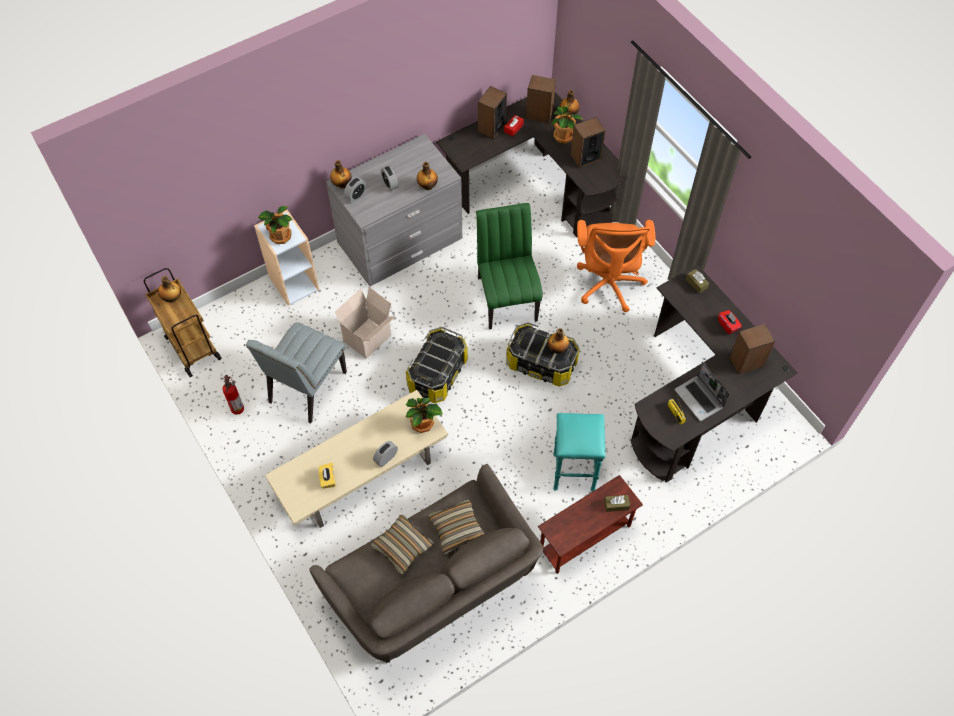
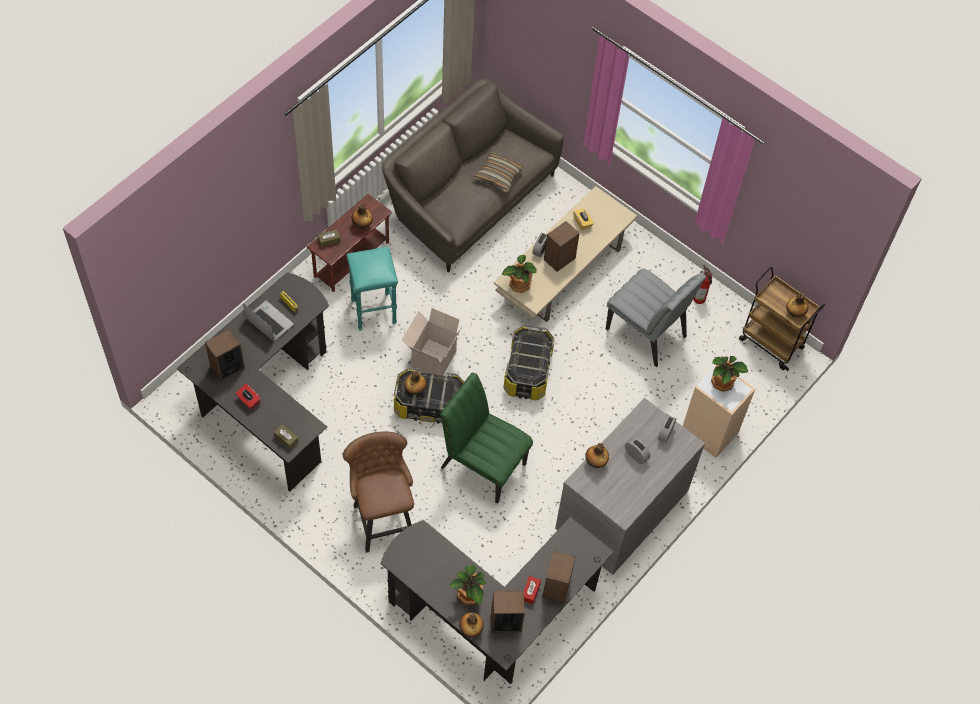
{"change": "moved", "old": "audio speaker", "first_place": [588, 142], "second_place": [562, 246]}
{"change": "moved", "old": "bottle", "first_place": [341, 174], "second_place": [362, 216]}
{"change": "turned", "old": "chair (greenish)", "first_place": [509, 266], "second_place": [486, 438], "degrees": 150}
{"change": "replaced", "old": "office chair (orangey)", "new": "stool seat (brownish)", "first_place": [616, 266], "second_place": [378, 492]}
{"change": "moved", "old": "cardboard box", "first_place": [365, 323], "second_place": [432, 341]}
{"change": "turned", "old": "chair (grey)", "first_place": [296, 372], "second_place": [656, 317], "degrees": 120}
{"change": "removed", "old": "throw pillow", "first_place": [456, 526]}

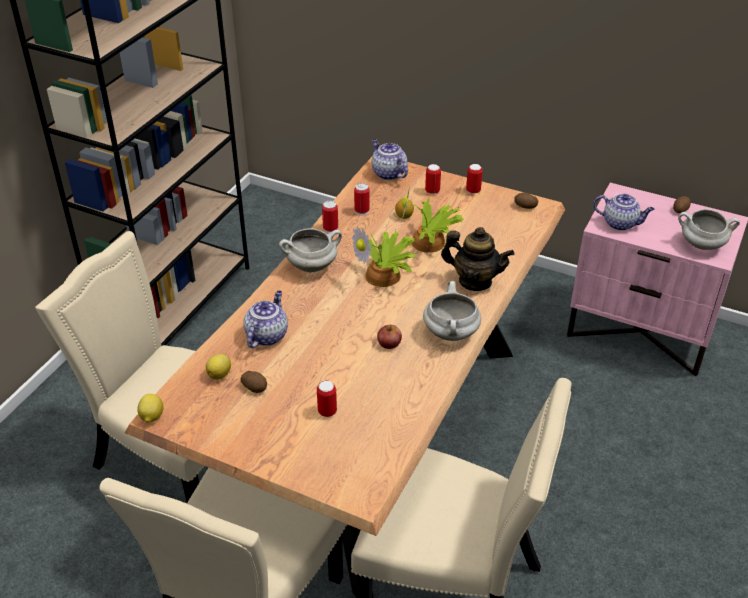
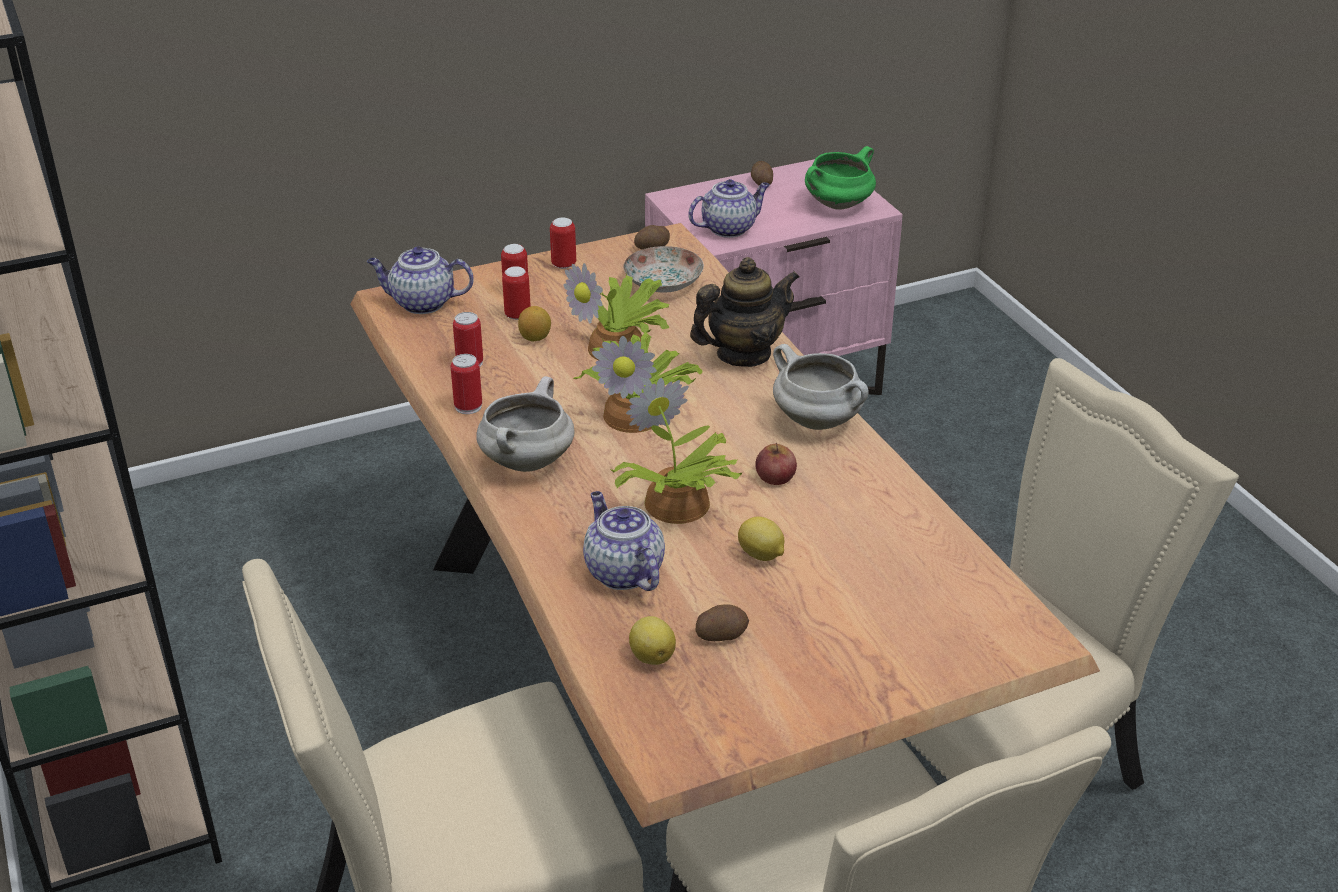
{"change": "recoloured", "old": "cooking pot (white)", "new": "cooking pot (greenish)", "first_place": [709, 229], "second_place": [840, 178]}
{"change": "moved", "old": "metal can", "first_place": [327, 399], "second_place": [516, 293]}
{"change": "moved", "old": "lemon", "first_place": [150, 408], "second_place": [761, 538]}
{"change": "added", "new": "dinner plate", "second_place": [663, 269]}
{"change": "added", "new": "potted plant", "second_place": [676, 451]}

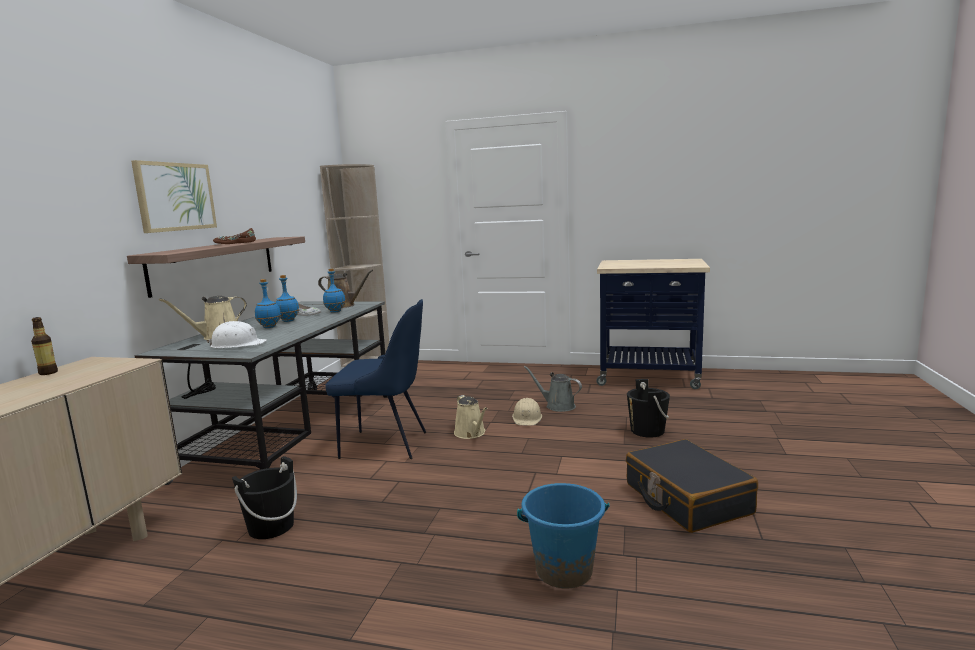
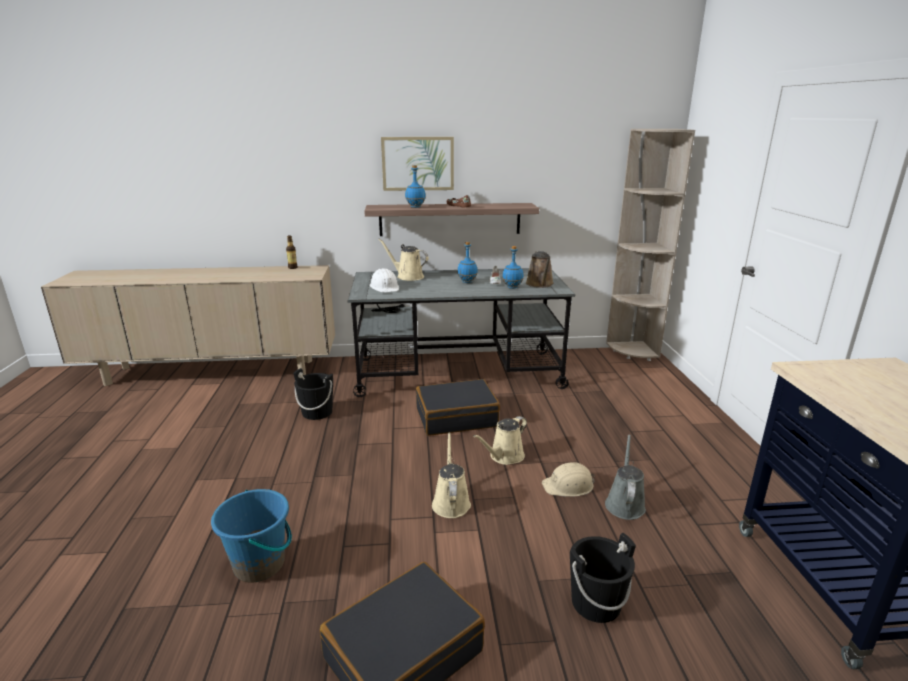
{"change": "moved", "old": "bottle (blue-coloured)", "first_place": [268, 303], "second_place": [415, 186]}
{"change": "replaced", "old": "chair (blue-coloured)", "new": "piece of luggage (black)", "first_place": [376, 379], "second_place": [458, 407]}
{"change": "added", "new": "sprinkling can (beige)", "second_place": [451, 475]}

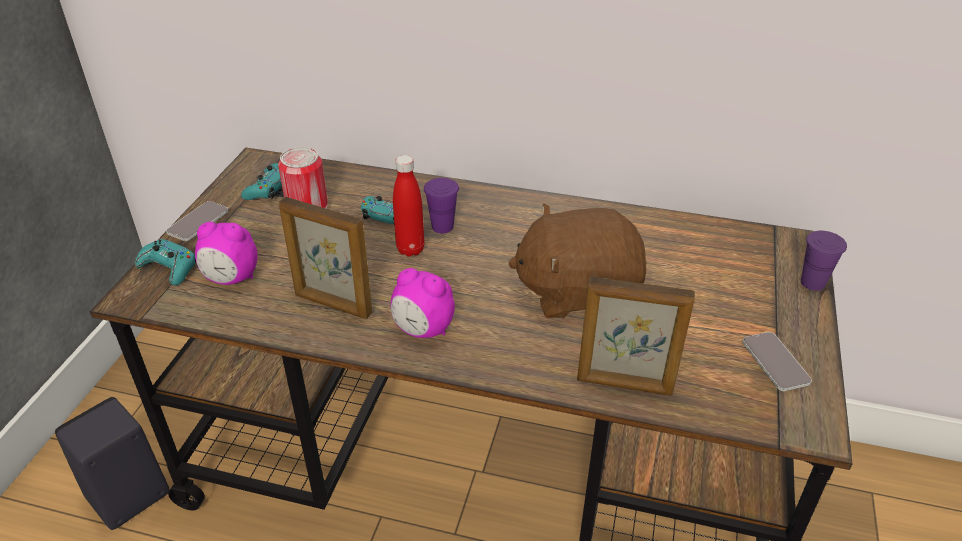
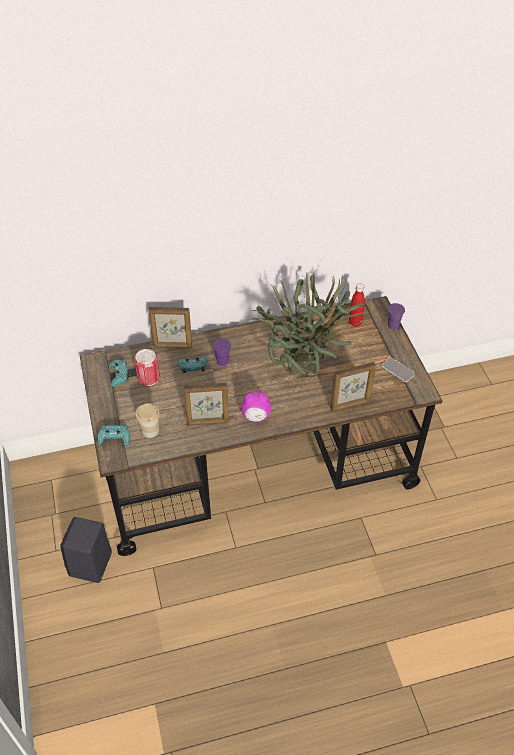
{"change": "moved", "old": "bottle (reddish)", "first_place": [409, 206], "second_place": [357, 305]}
{"change": "removed", "old": "handset", "first_place": [197, 221]}
{"change": "replaced", "old": "soft toy (brownish)", "new": "potted plant", "first_place": [577, 261], "second_place": [311, 324]}
{"change": "replaced", "old": "alarm clock", "new": "small cup", "first_place": [226, 253], "second_place": [148, 420]}
{"change": "added", "new": "photo frame", "second_place": [170, 327]}

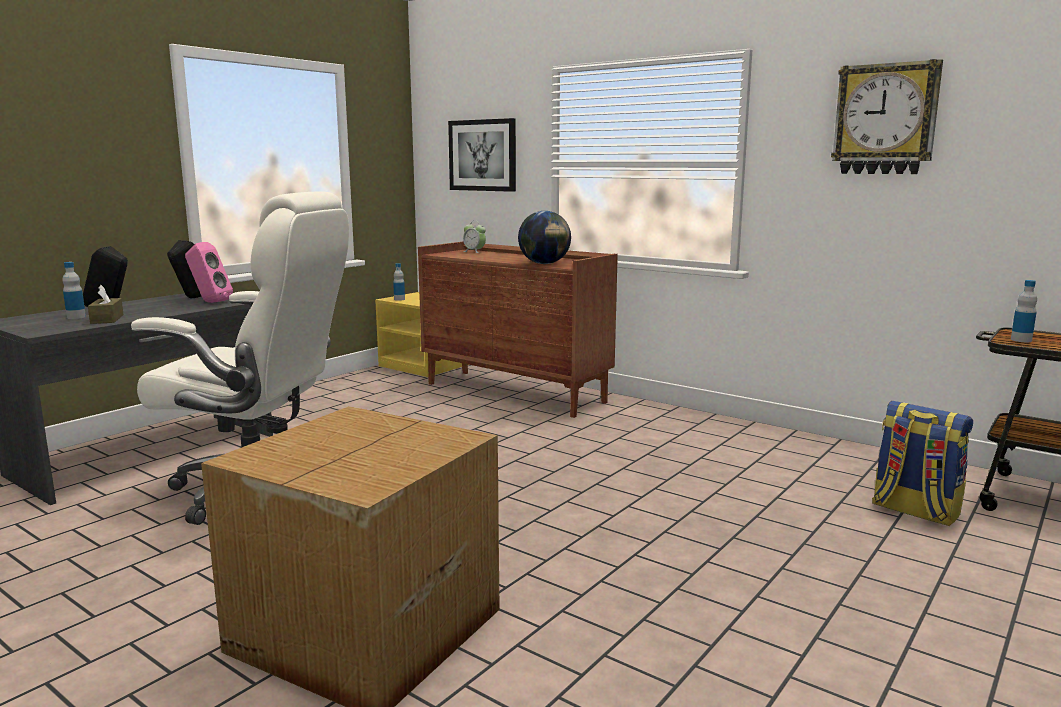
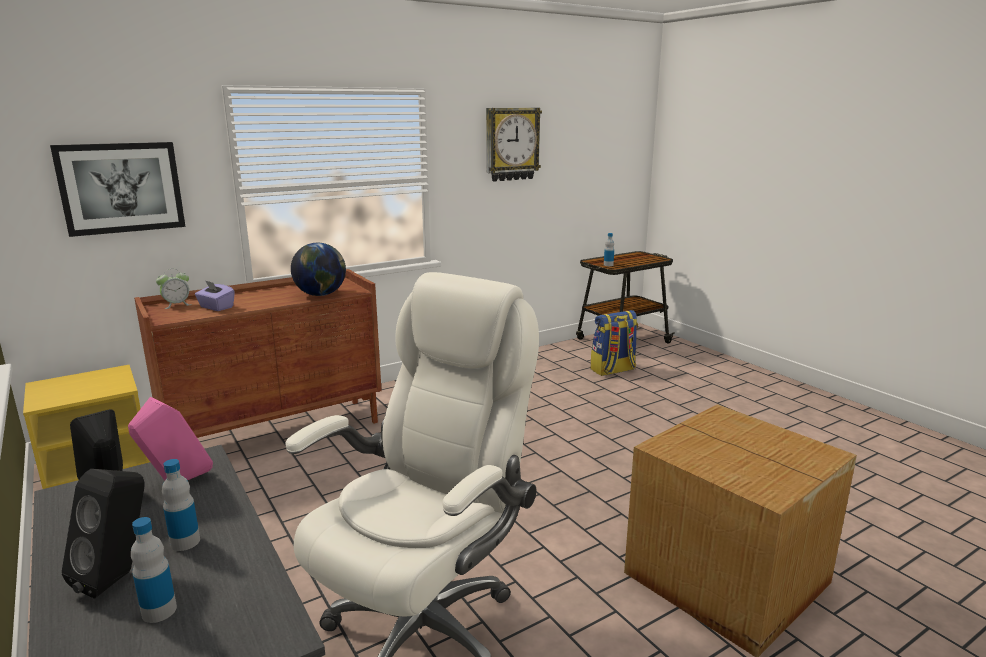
{"change": "moved", "old": "bottle", "first_place": [399, 282], "second_place": [181, 505]}
{"change": "removed", "old": "tissue box (brownish)", "first_place": [106, 304]}
{"change": "added", "new": "tissue box (purple-coloured)", "second_place": [215, 295]}

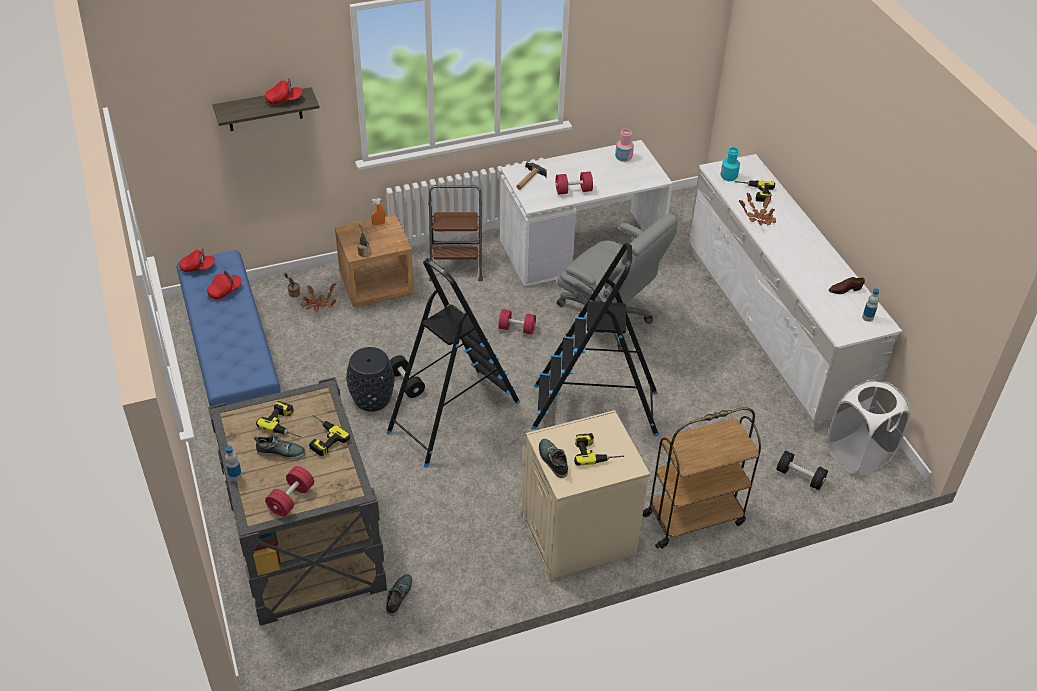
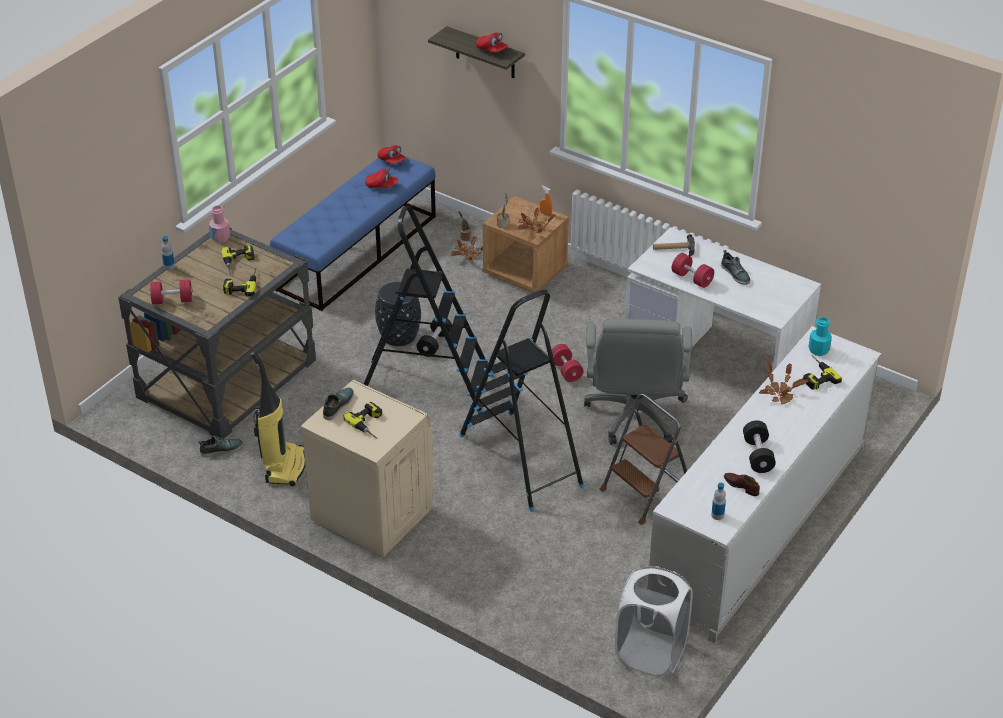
{"change": "moved", "old": "bottle (pink-coloured)", "first_place": [624, 145], "second_place": [219, 224]}
{"change": "moved", "old": "step ladder (brownish)", "first_place": [455, 233], "second_place": [643, 459]}
{"change": "removed", "old": "trolley (brownish)", "first_place": [702, 478]}
{"change": "moved", "old": "item of footwear", "first_place": [279, 447], "second_place": [735, 267]}
{"change": "moved", "old": "free weight (black)", "first_place": [802, 470], "second_place": [759, 446]}
{"change": "added", "new": "potted plant", "second_place": [537, 220]}
{"change": "added", "new": "hoover", "second_place": [277, 418]}

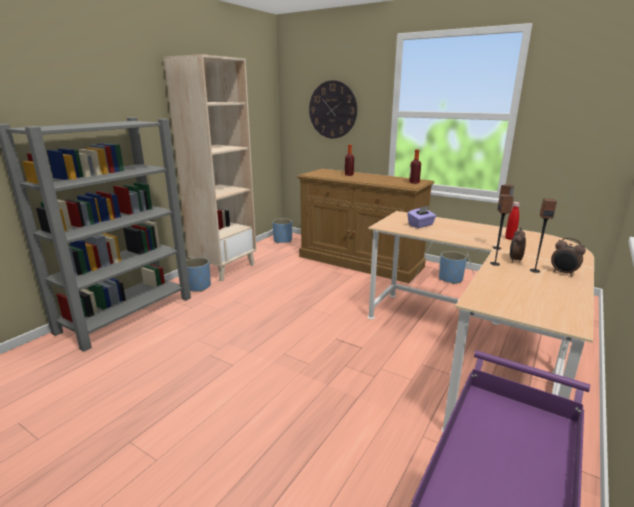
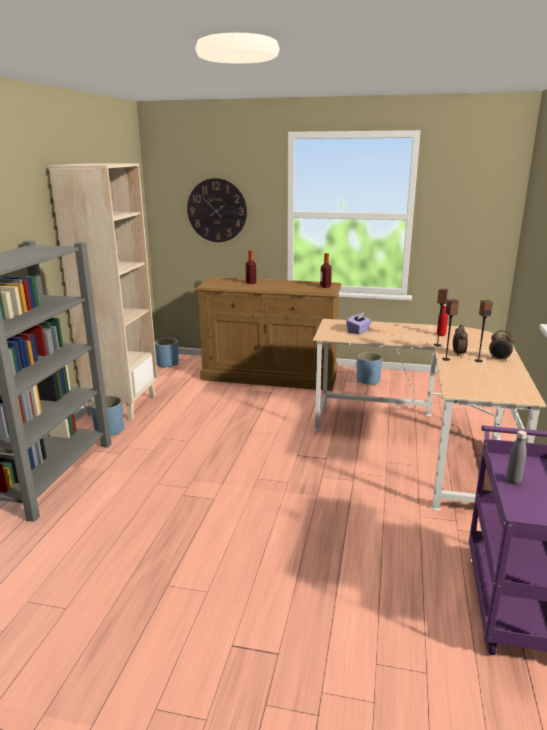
{"change": "added", "new": "bottle (grey)", "second_place": [516, 457]}

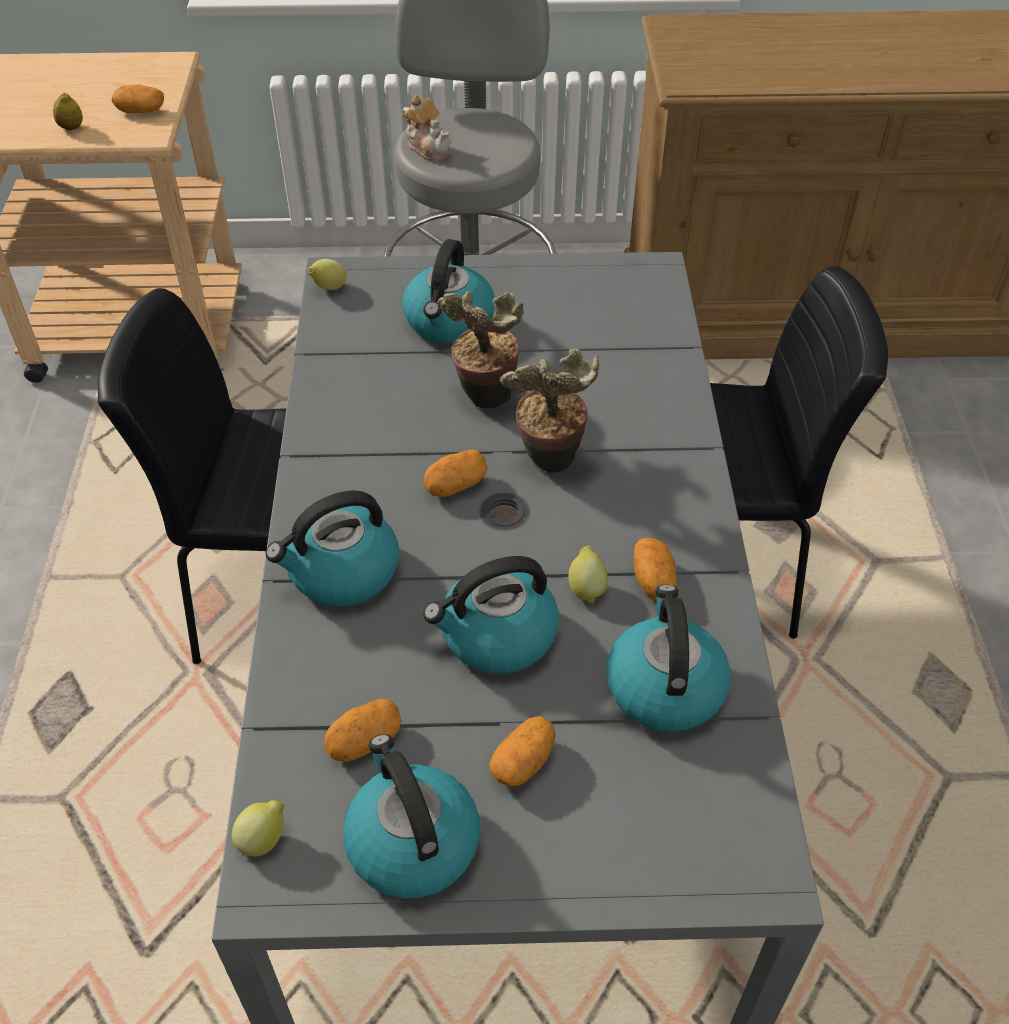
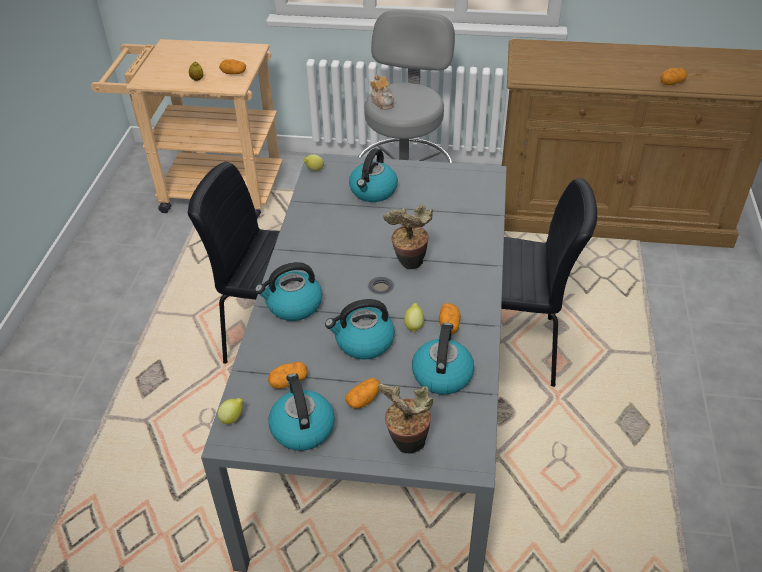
{"change": "moved", "old": "potted plant", "first_place": [480, 350], "second_place": [406, 419]}
{"change": "moved", "old": "potato", "first_place": [455, 473], "second_place": [673, 76]}

